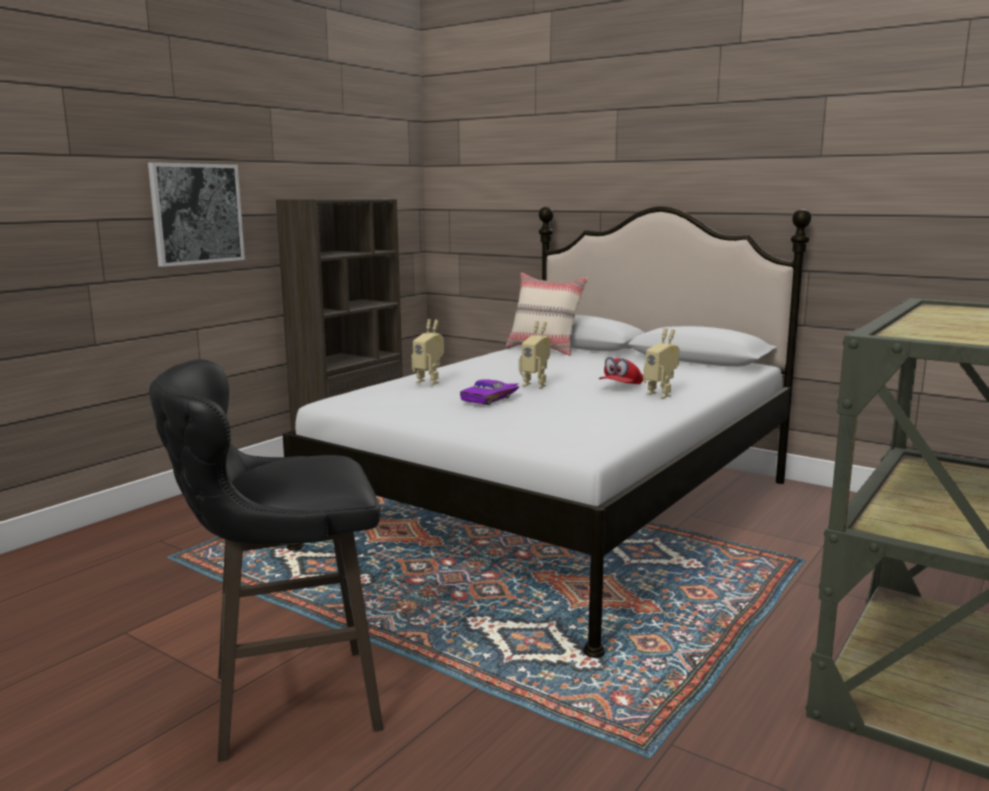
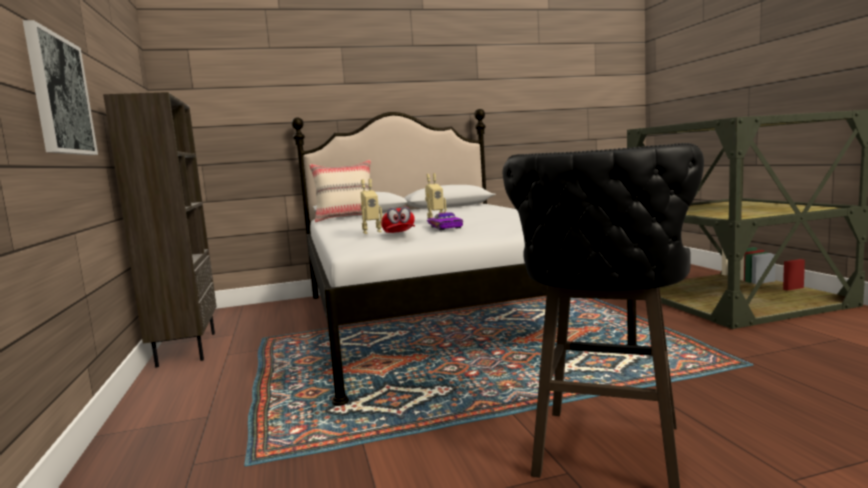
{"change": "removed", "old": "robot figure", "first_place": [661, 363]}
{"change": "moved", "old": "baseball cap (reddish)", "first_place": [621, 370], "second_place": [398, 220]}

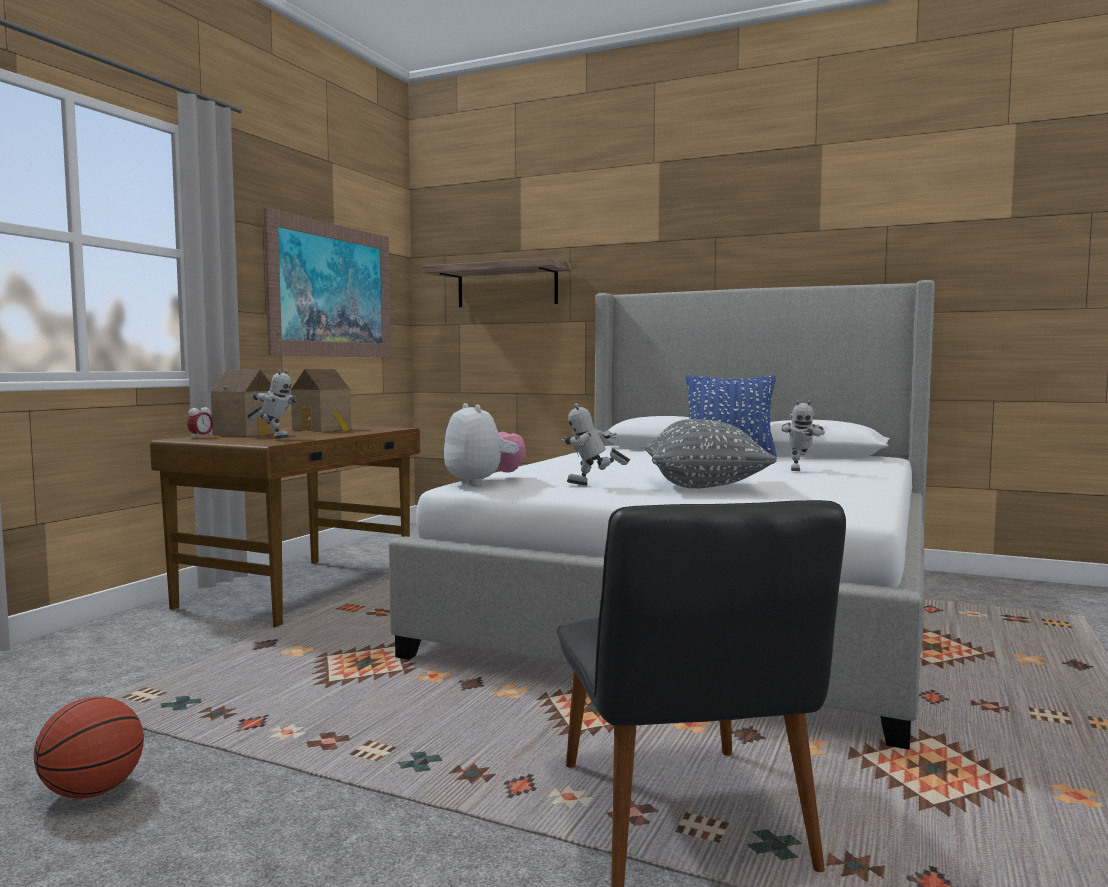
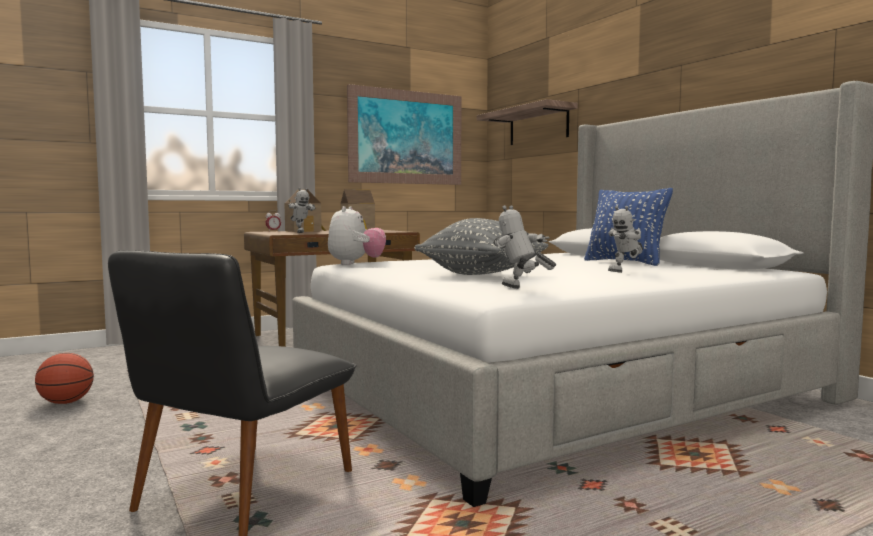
{"change": "moved", "old": "robot figure", "first_place": [595, 444], "second_place": [524, 247]}

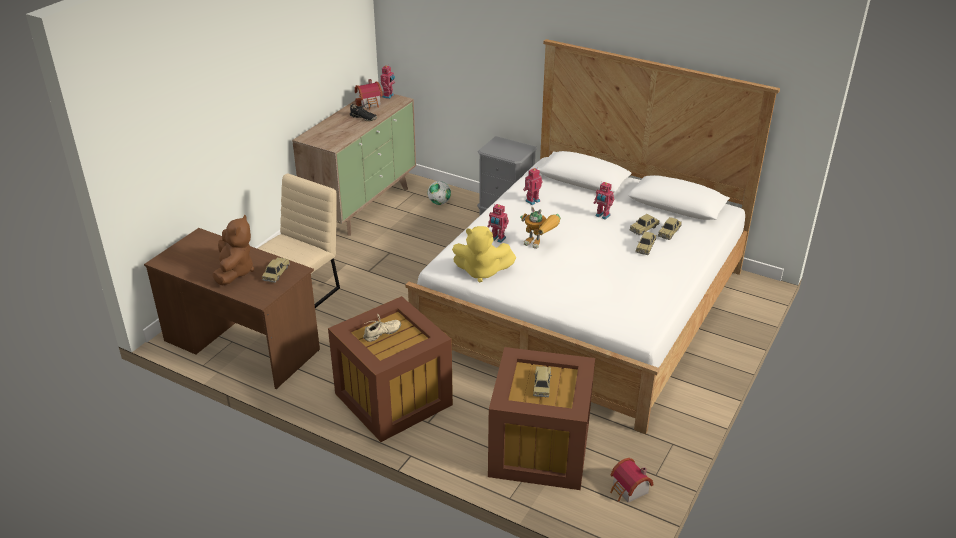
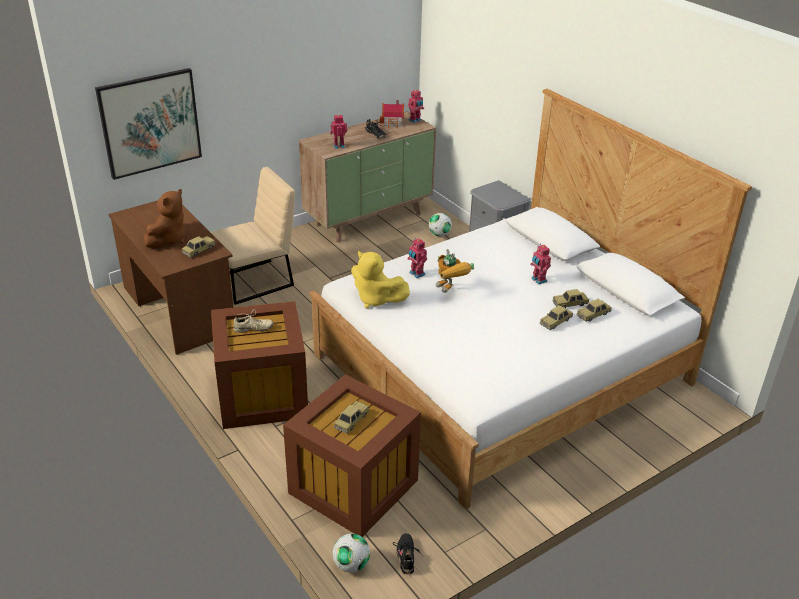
{"change": "moved", "old": "robot figure", "first_place": [533, 186], "second_place": [339, 132]}
{"change": "replaced", "old": "miniature house", "new": "item of footwear (black)", "first_place": [632, 480], "second_place": [408, 553]}
{"change": "added", "new": "wall picture", "second_place": [148, 124]}
{"change": "added", "new": "football", "second_place": [351, 553]}

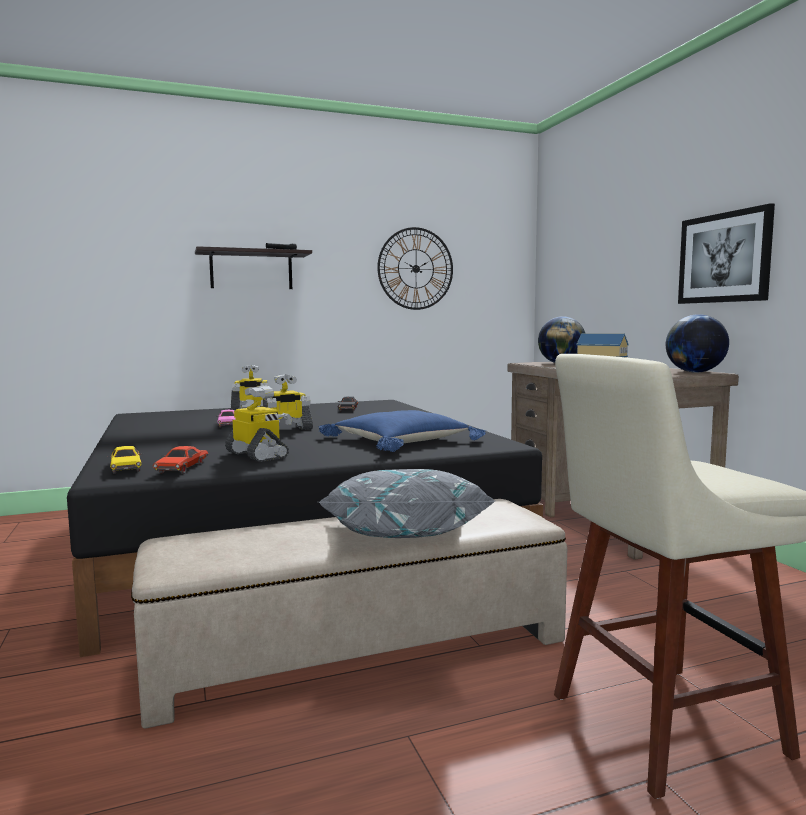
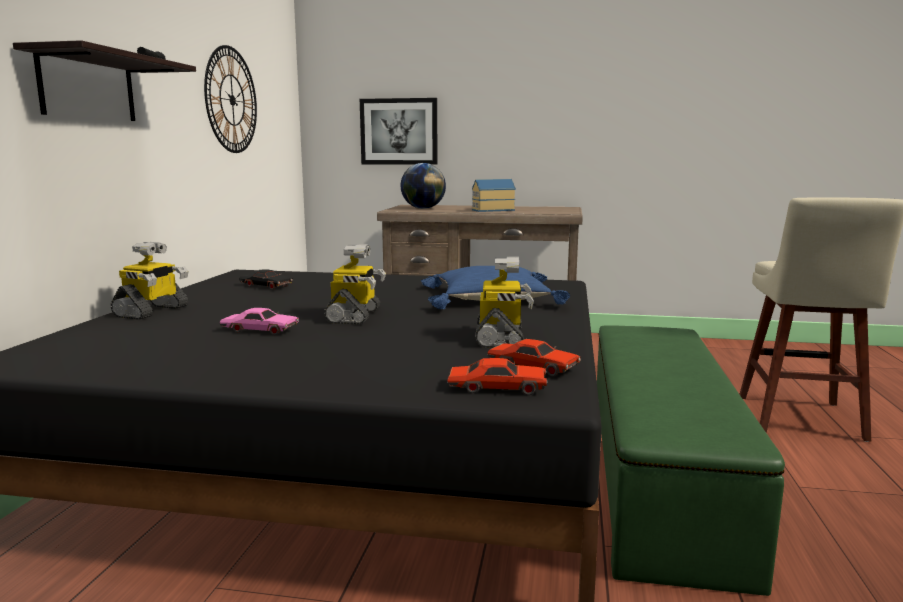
{"change": "moved", "old": "wall picture", "first_place": [726, 253], "second_place": [399, 131]}
{"change": "removed", "old": "desk globe", "first_place": [697, 343]}
{"change": "turned", "old": "robot figure", "first_place": [258, 424], "second_place": [504, 302], "degrees": 105}
{"change": "recoloured", "old": "model car (yellow)", "new": "model car (reddish)", "first_place": [125, 460], "second_place": [497, 376]}
{"change": "removed", "old": "throw pillow (grey)", "first_place": [406, 503]}
{"change": "recoloured", "old": "bench (beige)", "new": "bench (greenish)", "first_place": [349, 613], "second_place": [691, 460]}

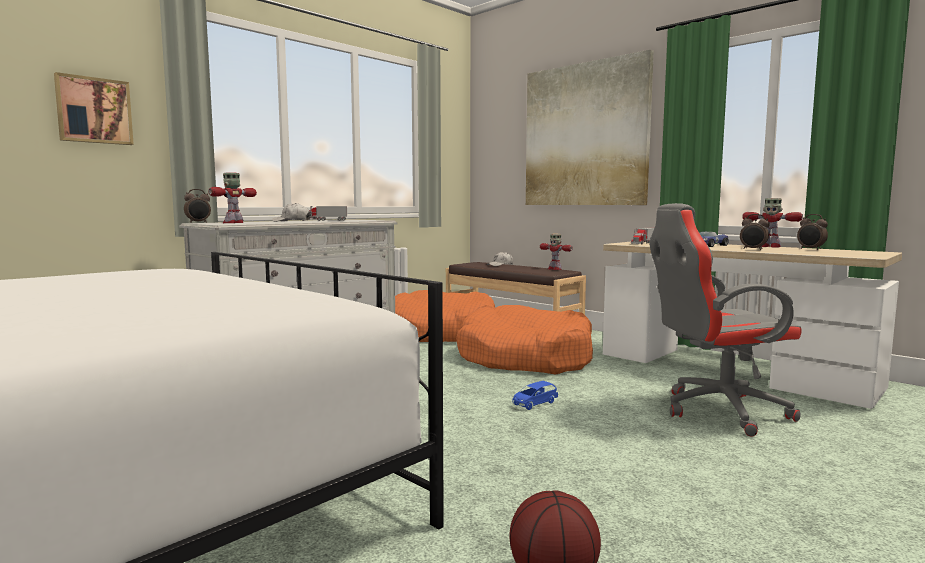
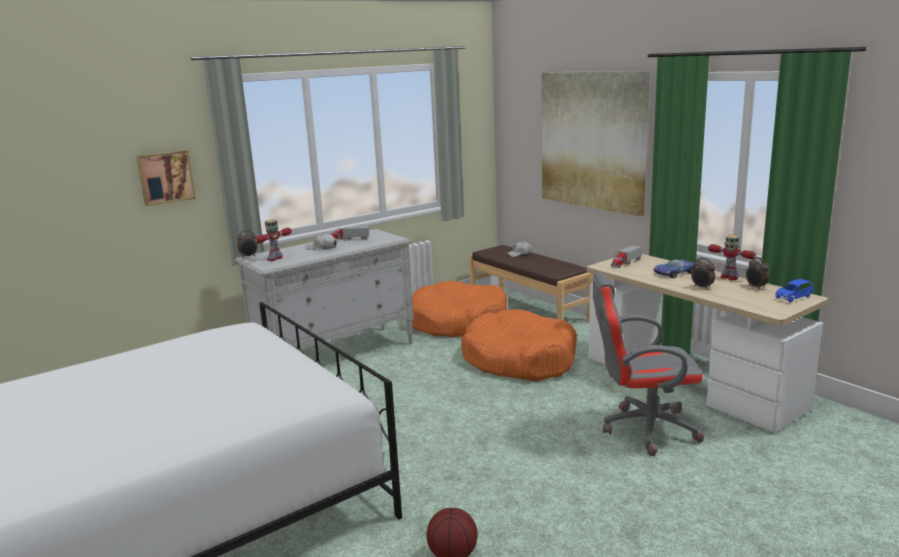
{"change": "removed", "old": "robot figure", "first_place": [556, 252]}
{"change": "moved", "old": "model car (blue-coloured)", "first_place": [535, 395], "second_place": [794, 291]}

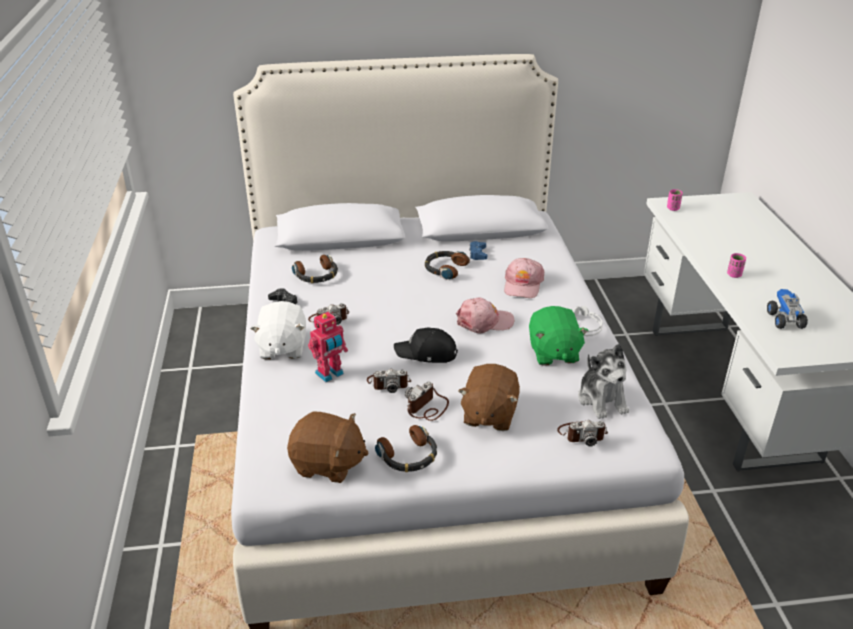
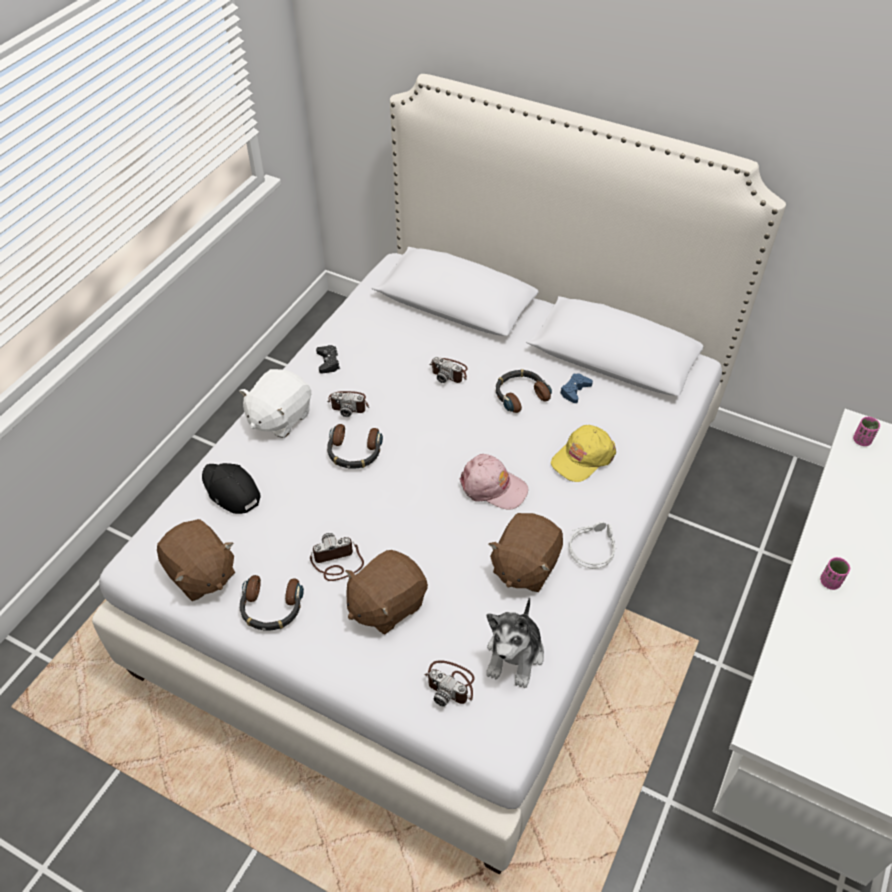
{"change": "moved", "old": "pair of headphones", "first_place": [315, 269], "second_place": [355, 446]}
{"change": "recoloured", "old": "baseball cap (pink-coloured)", "new": "baseball cap (yellow)", "first_place": [524, 278], "second_place": [583, 453]}
{"change": "removed", "old": "model truck", "first_place": [787, 309]}
{"change": "recoloured", "old": "soft toy (greenish)", "new": "soft toy (brownish)", "first_place": [559, 336], "second_place": [526, 552]}
{"change": "removed", "old": "robot figure", "first_place": [328, 347]}
{"change": "moved", "old": "baseball cap (black)", "first_place": [426, 345], "second_place": [231, 488]}
{"change": "moved", "old": "photo camera", "first_place": [389, 381], "second_place": [449, 370]}

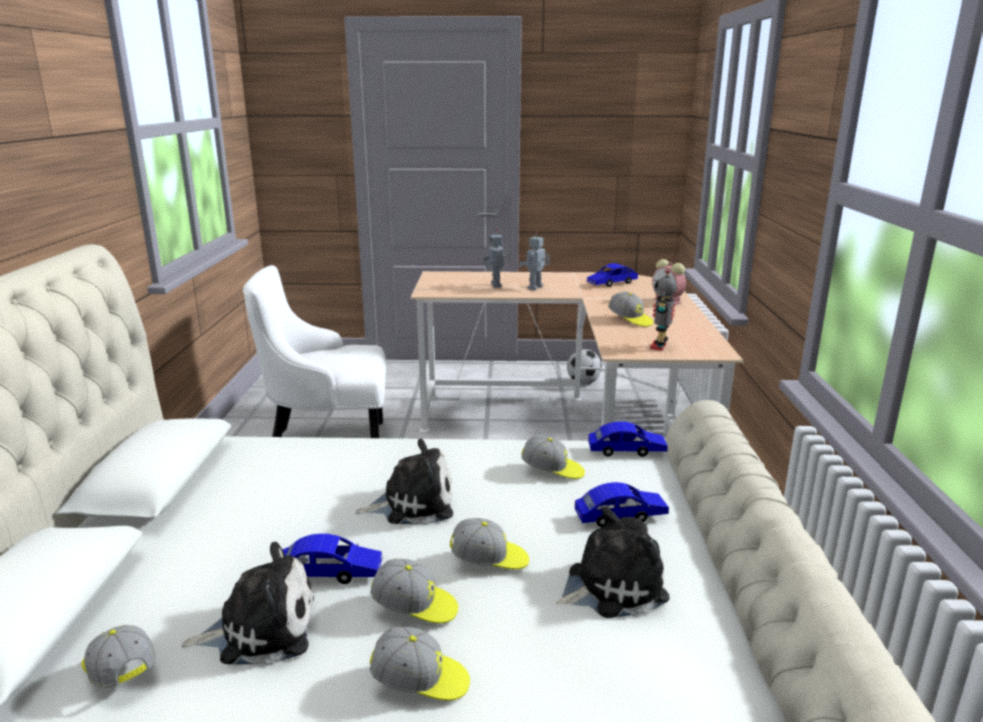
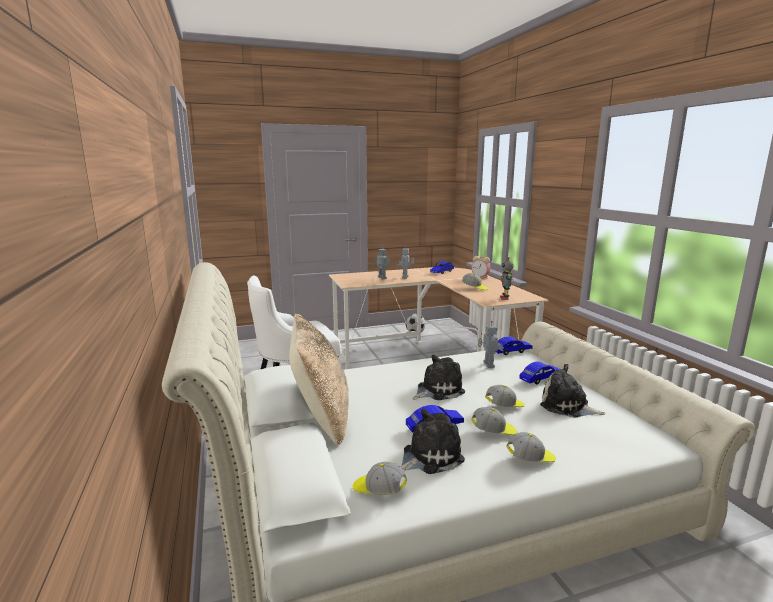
{"change": "replaced", "old": "baseball cap", "new": "robot figure", "first_place": [553, 457], "second_place": [491, 344]}
{"change": "turned", "old": "soft toy", "first_place": [612, 562], "second_place": [572, 391], "degrees": -105}
{"change": "added", "new": "throw pillow (beige)", "second_place": [319, 379]}

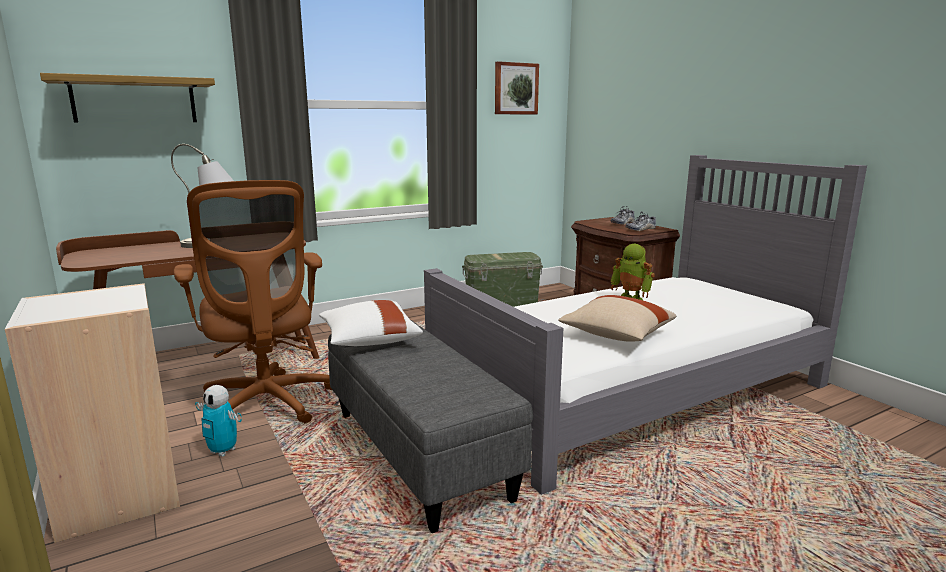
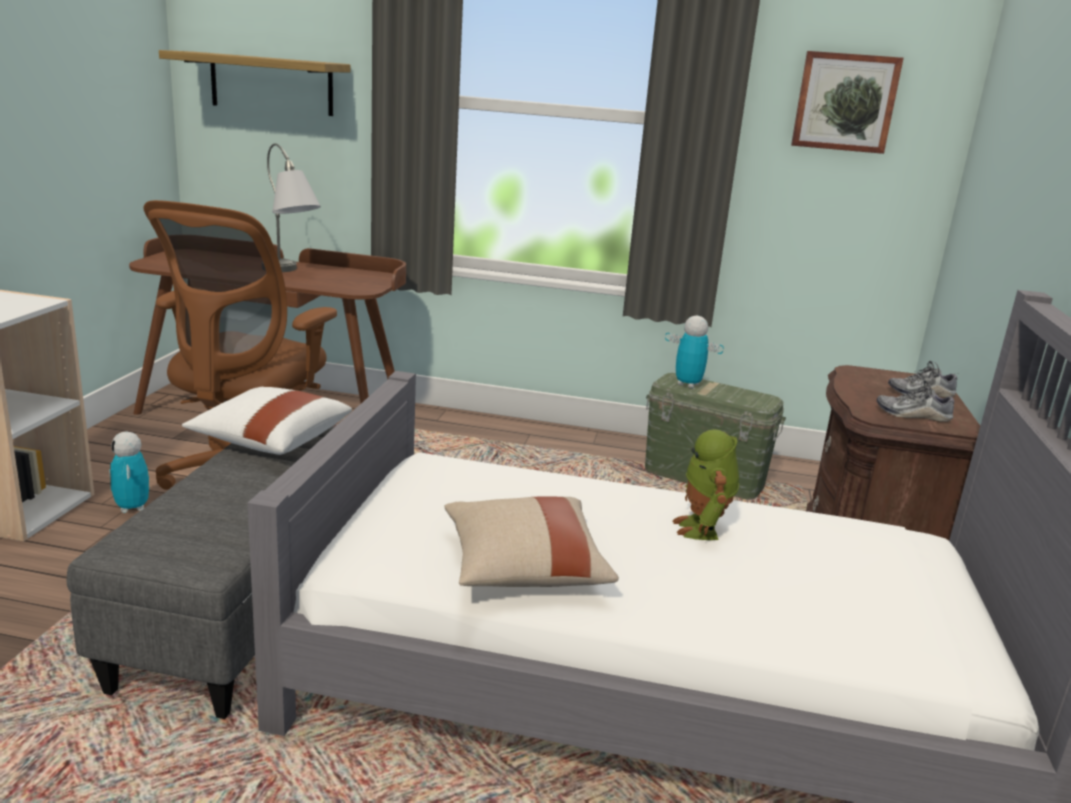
{"change": "added", "new": "robot figure", "second_place": [694, 351]}

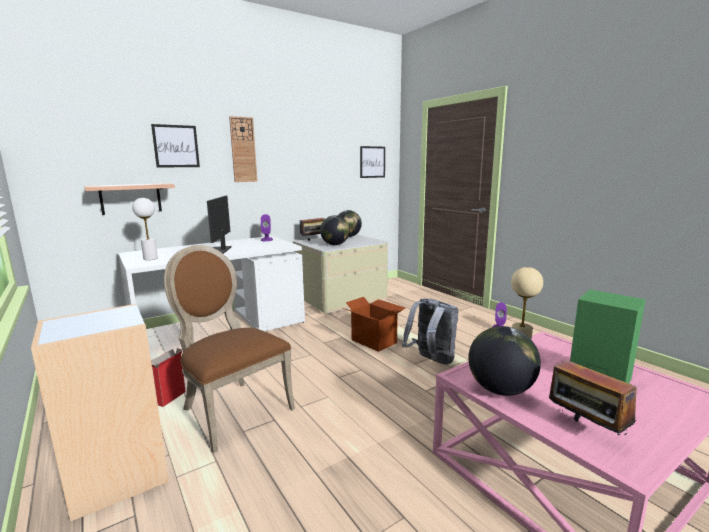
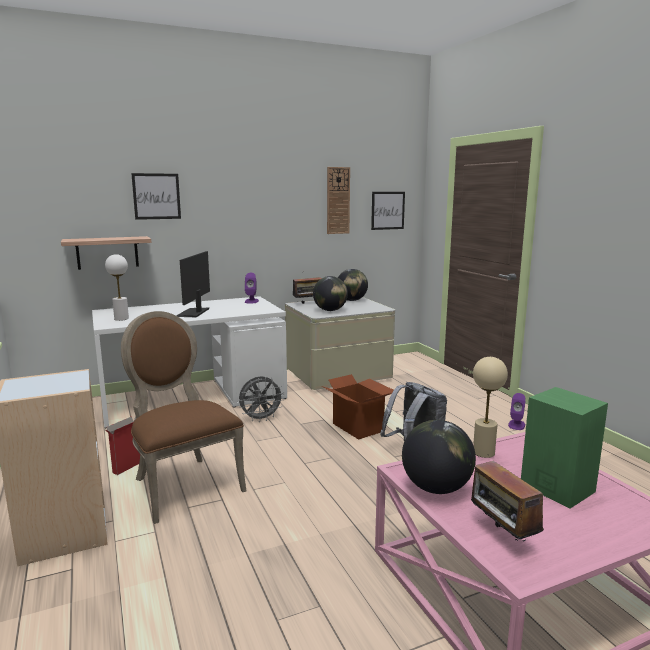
{"change": "moved", "old": "clock on the wall", "first_place": [243, 149], "second_place": [338, 200]}
{"change": "added", "new": "cooling fan (grey)", "second_place": [262, 399]}

